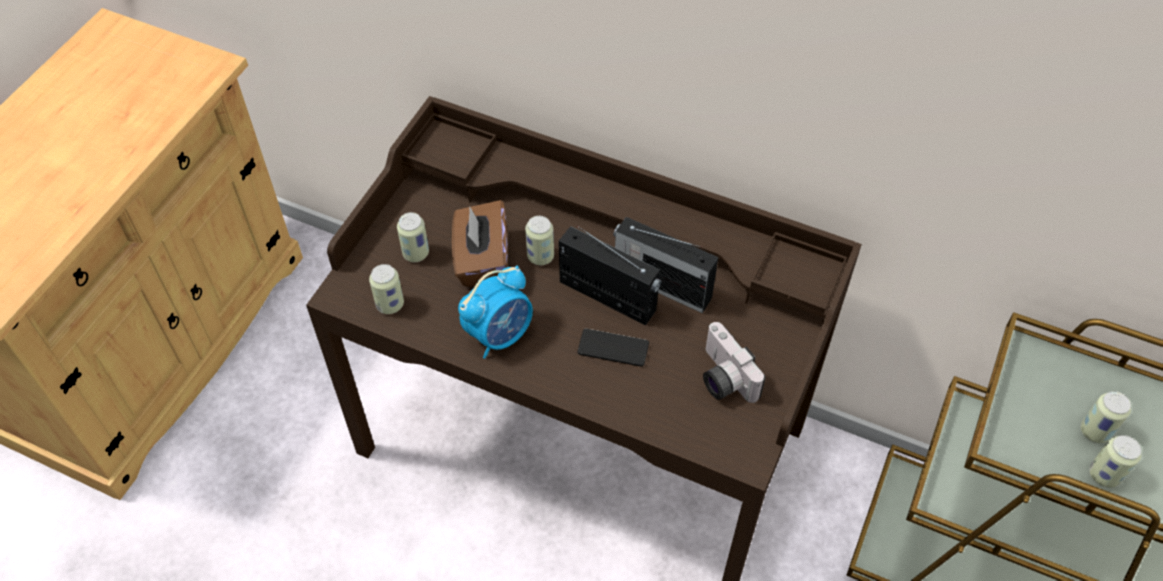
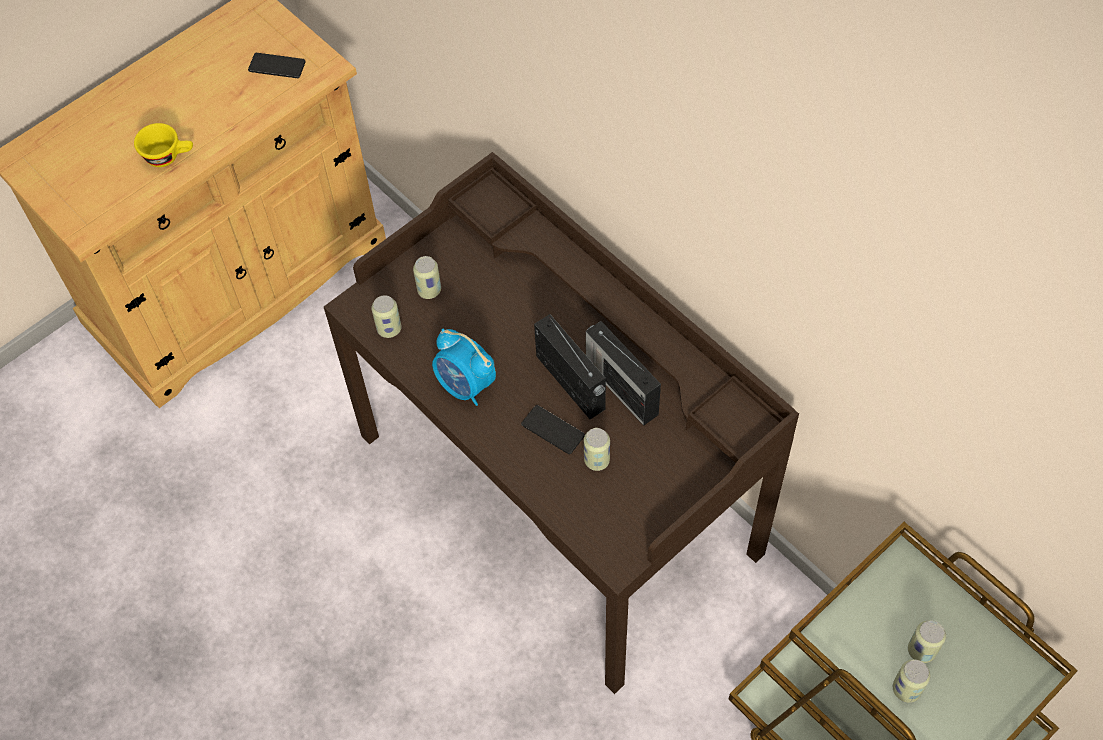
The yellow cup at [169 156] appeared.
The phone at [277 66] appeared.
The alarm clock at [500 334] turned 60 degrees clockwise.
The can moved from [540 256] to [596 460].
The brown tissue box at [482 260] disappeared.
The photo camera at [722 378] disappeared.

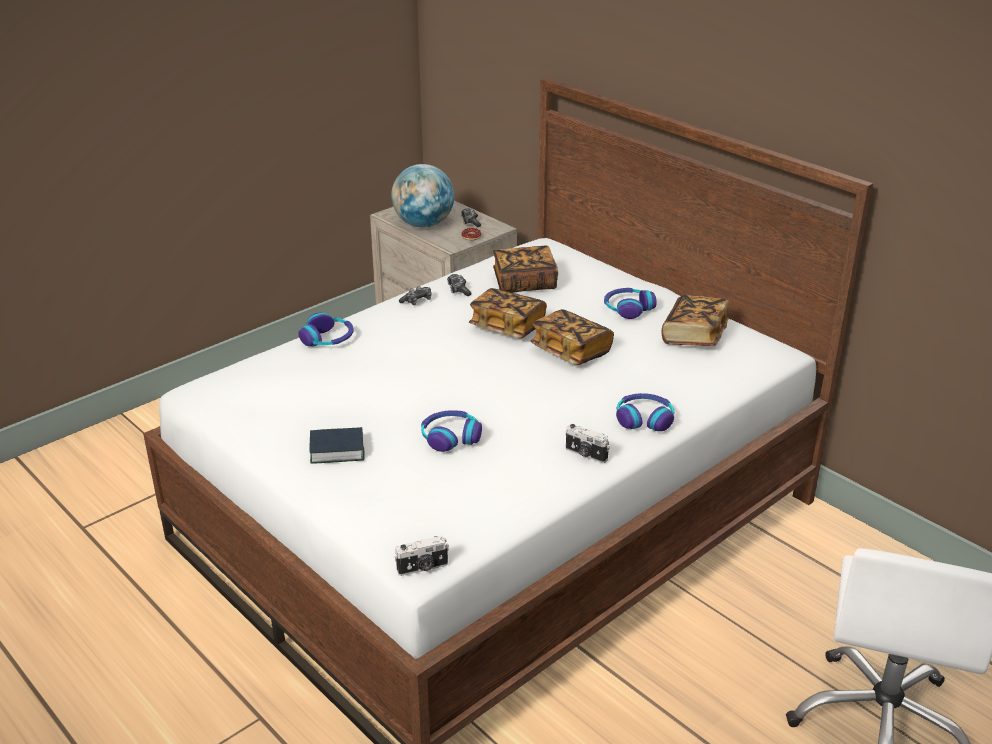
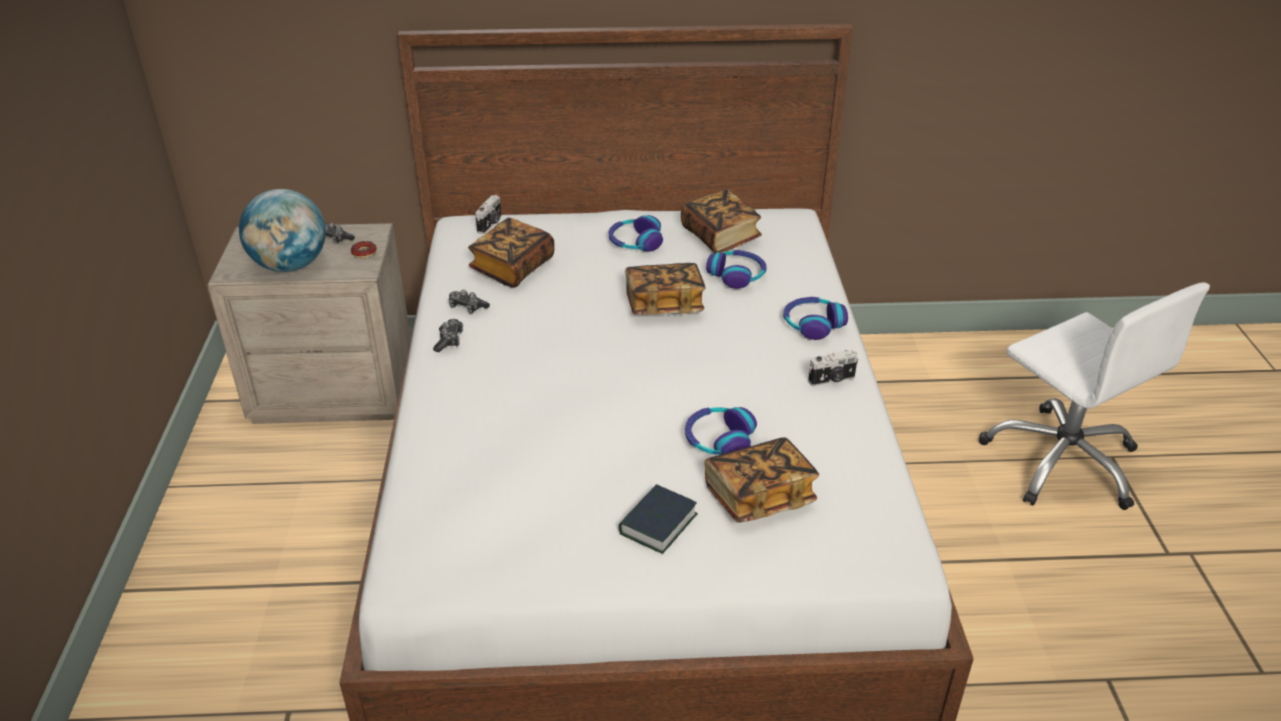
The photo camera moved from [423 568] to [490 224].
The book moved from [507 327] to [759 496].
The headphones moved from [328 339] to [737 275].

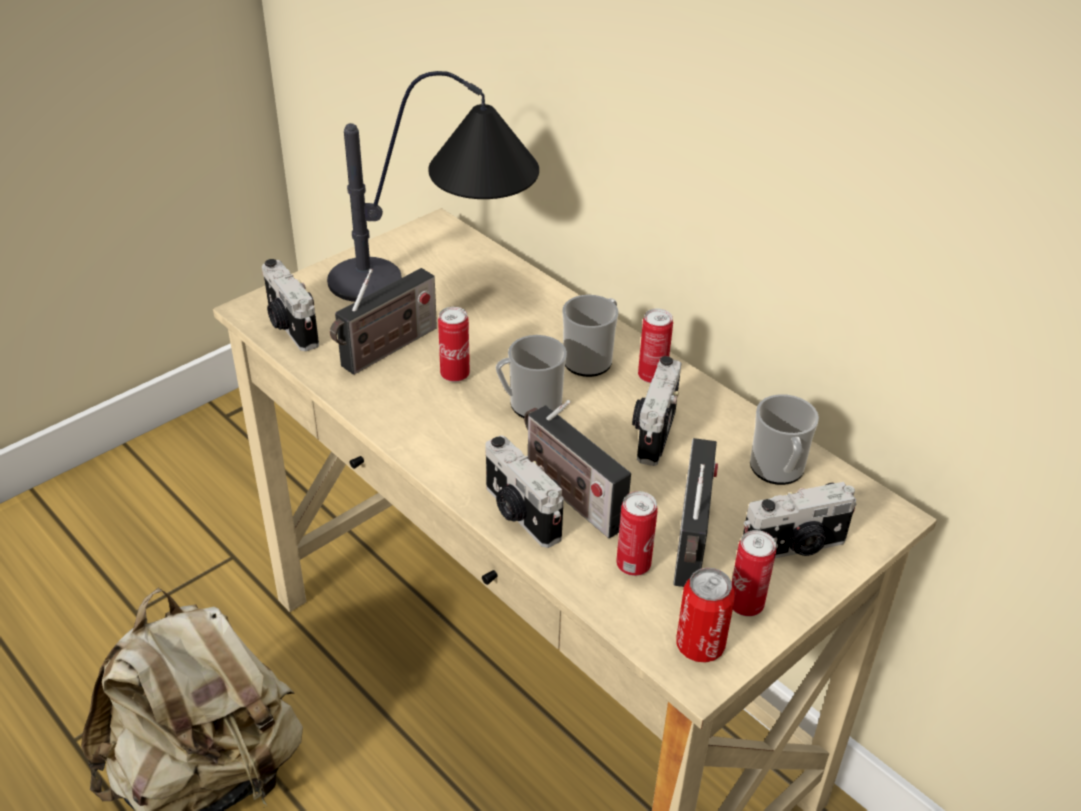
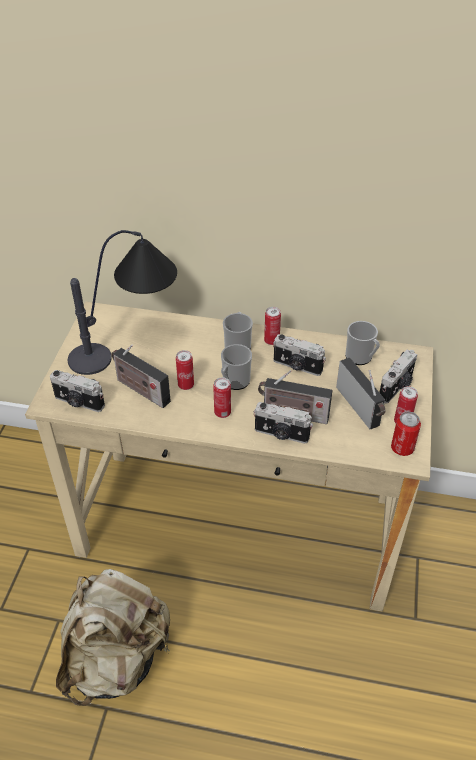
The radio at [386 350] turned 120 degrees clockwise.
The can moved from [633 565] to [222 413].
The photo camera at [653 431] turned 45 degrees counterclockwise.

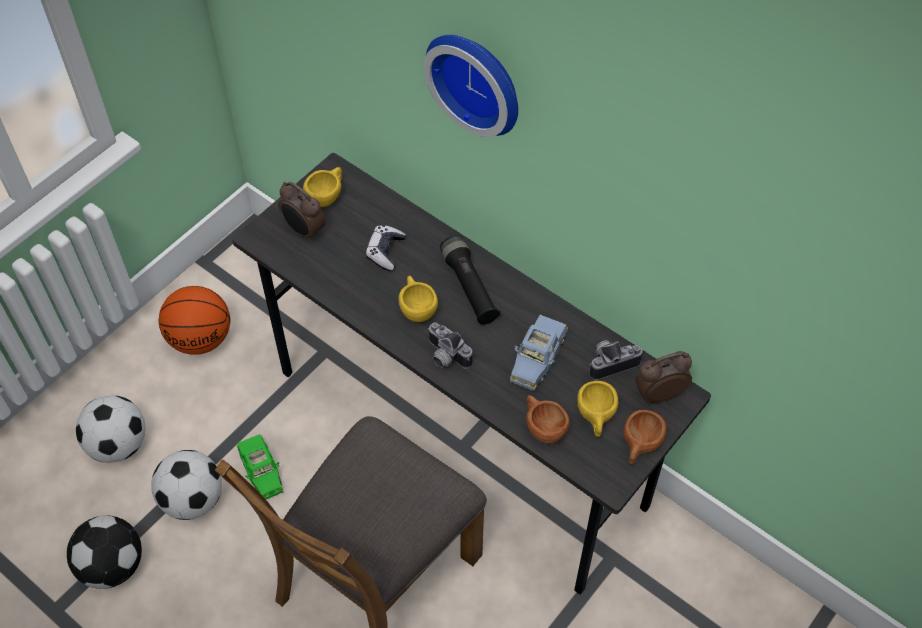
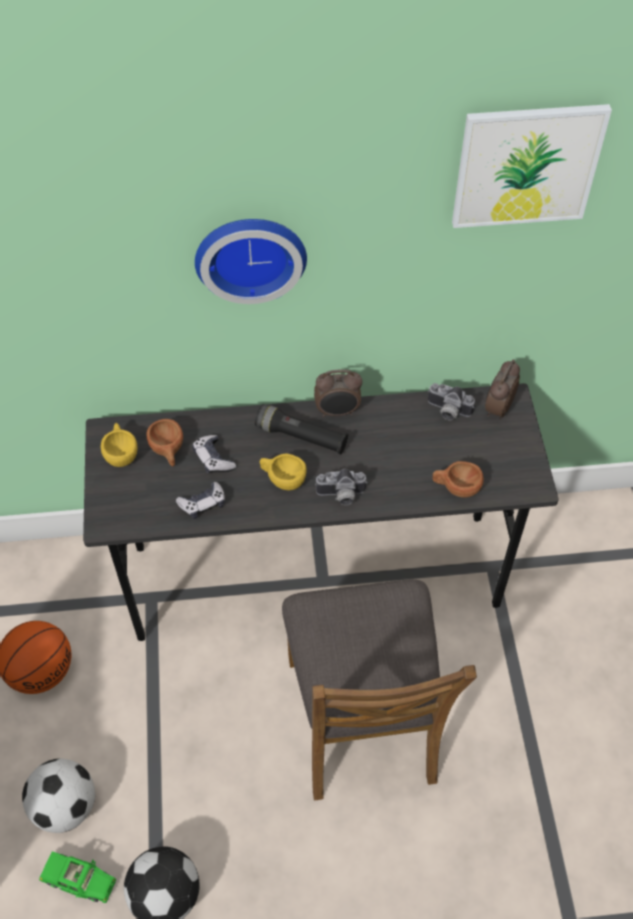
The green toy car moved from [261 470] to [79 879].
The brown cup moved from [639 446] to [168 451].
The game controller at [203 504] appeared.
The alarm clock moved from [304 231] to [337 412].
The photo camera at [611 362] turned 90 degrees counterclockwise.
The picture at [526 166] appeared.
The football at [193 499] disappeared.
The blue toy car at [537 357] disappeared.
The yellow cup at [596 417] disappeared.

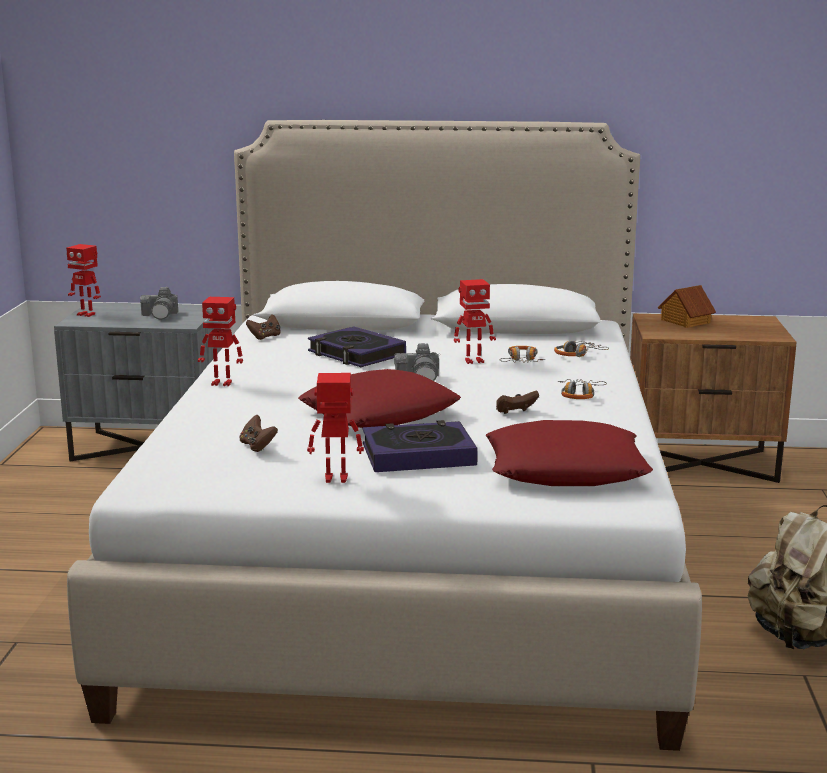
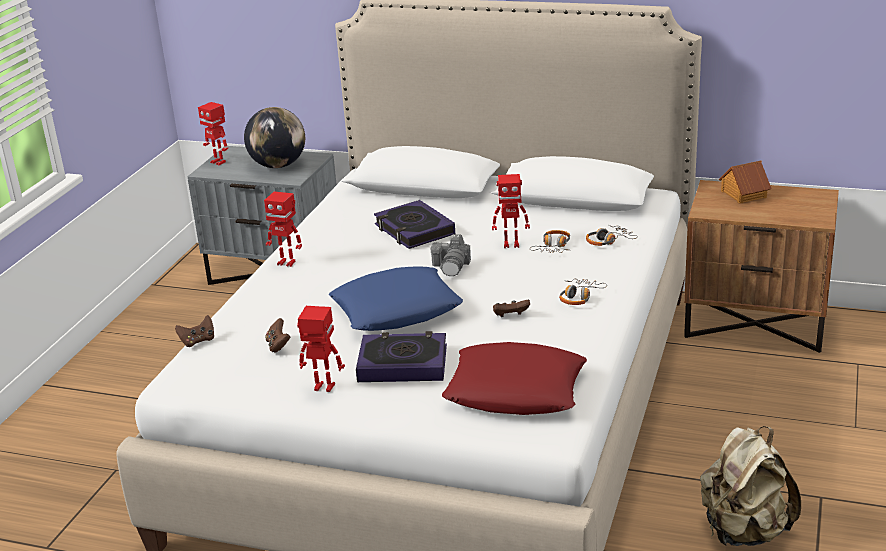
The brown game controller moved from [265 337] to [198 341].
The photo camera at [161 315] was replaced by the globe at [278 165].
The red pillow at [380 413] became the blue pillow at [396 309].

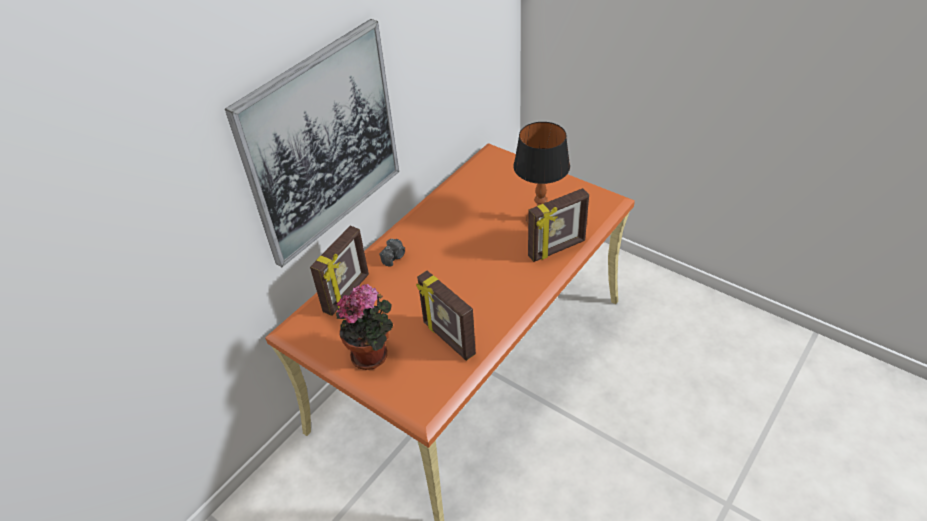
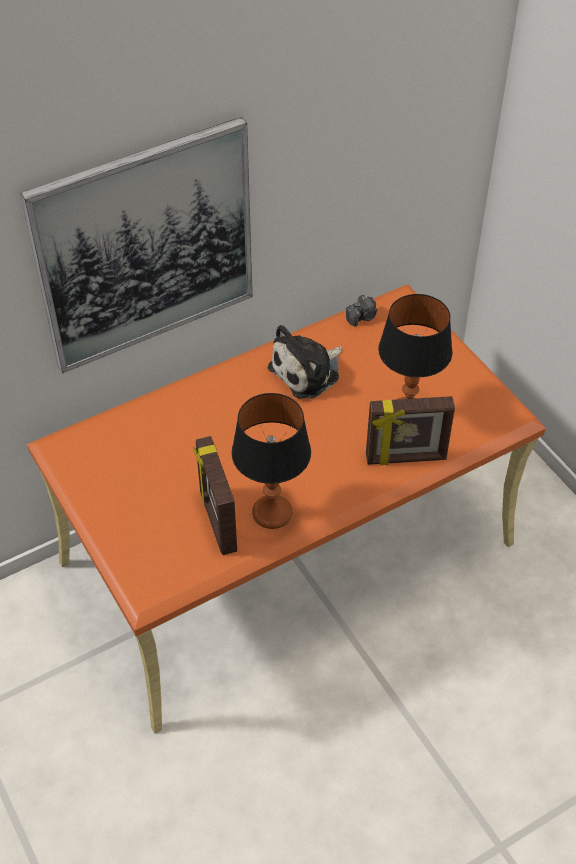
The table lamp at [272 512] appeared.
The plush toy at [307 372] appeared.
The photo camera moved from [394 257] to [362 317].
The picture frame at [347 293] disappeared.
The potted plant at [373 354] disappeared.

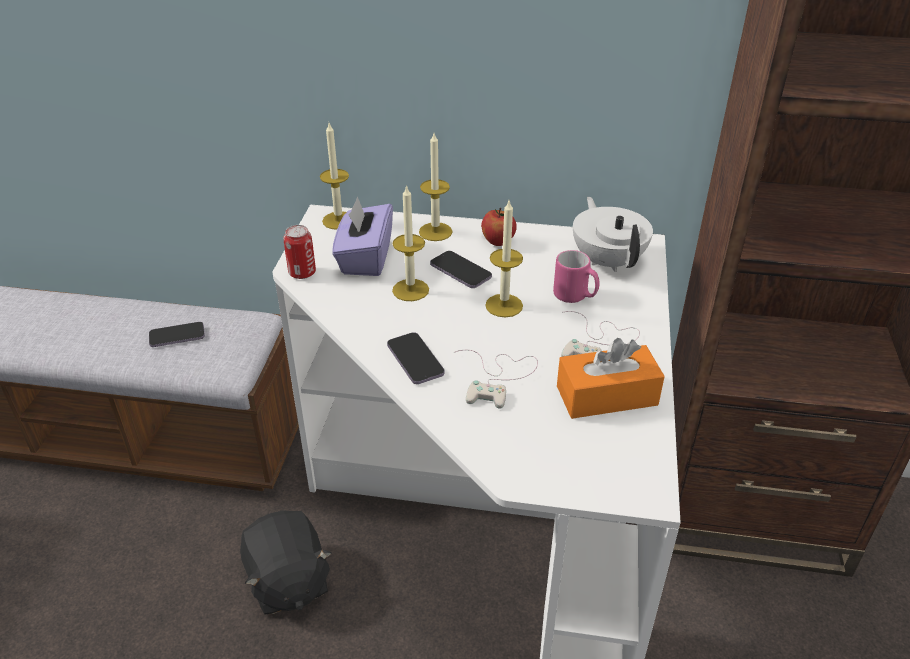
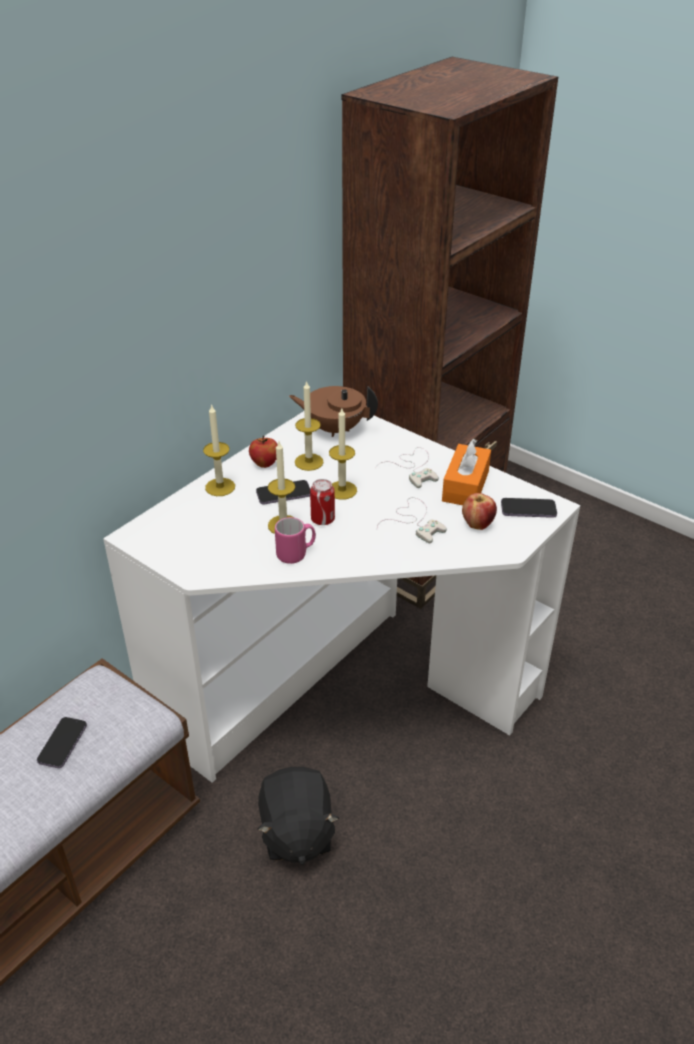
The black plush toy at [287 582] turned 75 degrees clockwise.
The pink mug moved from [575 297] to [296 554].
The white teapot at [608 260] became the brown teapot at [334 428].
The candle moved from [338 220] to [309 462].
The can moved from [302 273] to [322 519].
The apple at [477 524] appeared.
The phone moved from [415 360] to [528 509].
The purple tissue box at [365 258] disappeared.

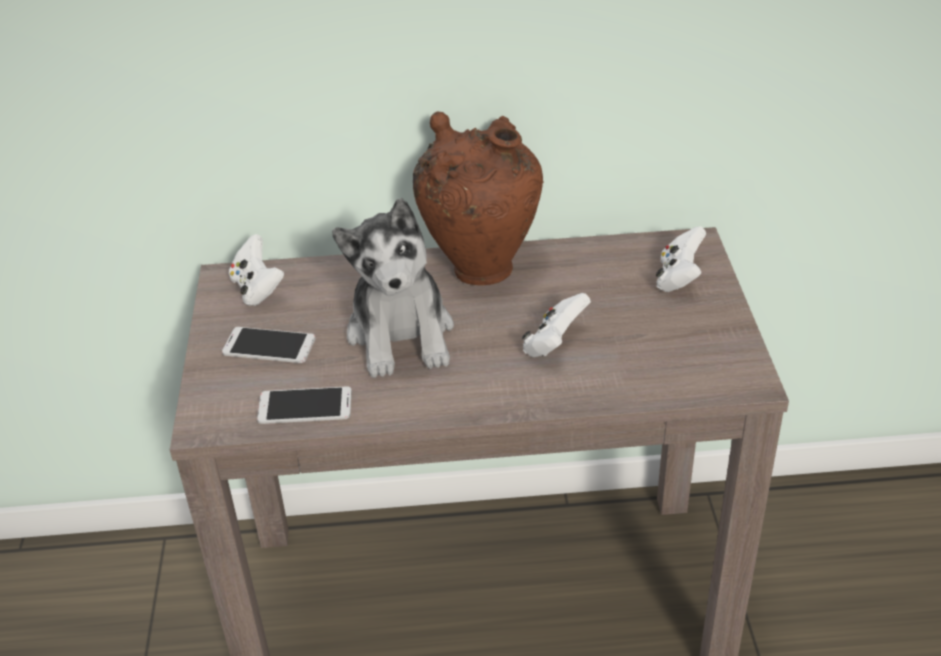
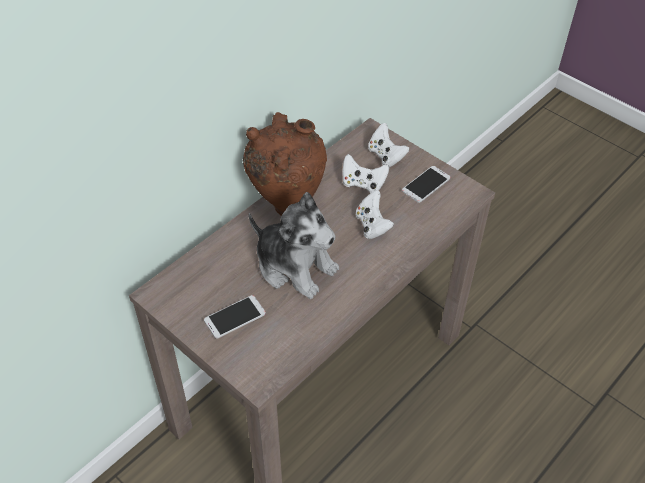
The white game controller moved from [257 289] to [363 184].
The phone moved from [305 406] to [426 184].

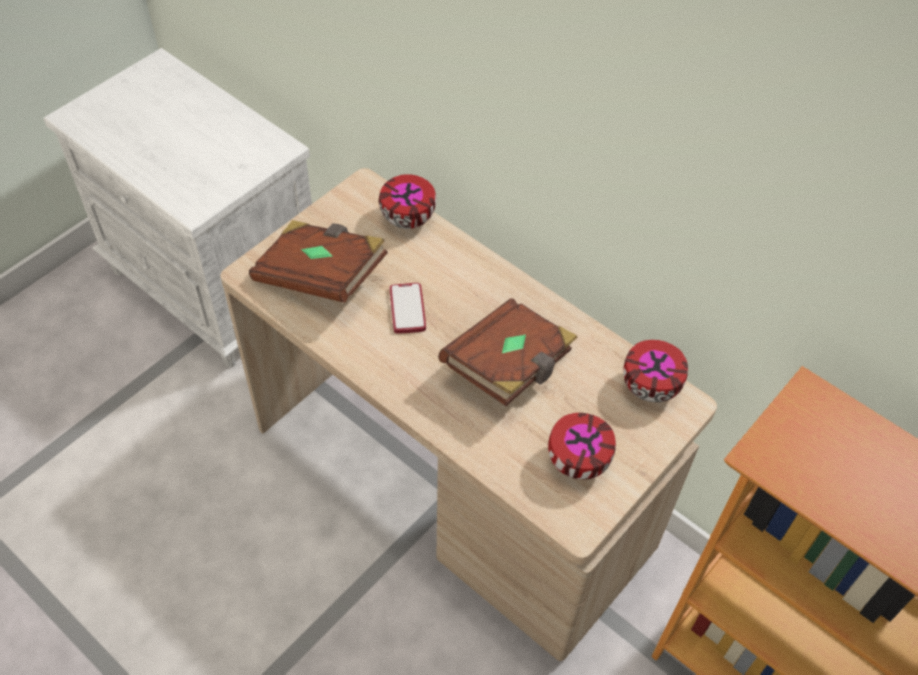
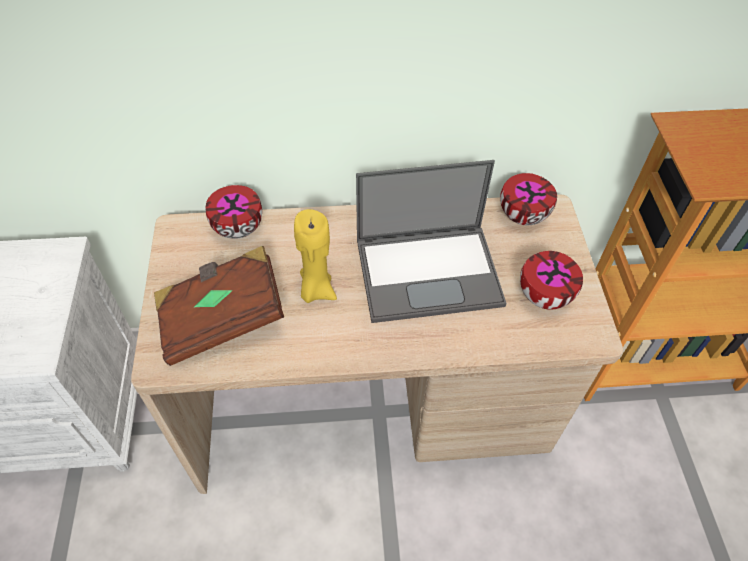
The phone at [407 309] was replaced by the yellow candle at [316 290].
The brown book at [509 366] was replaced by the laptop at [430 271].

